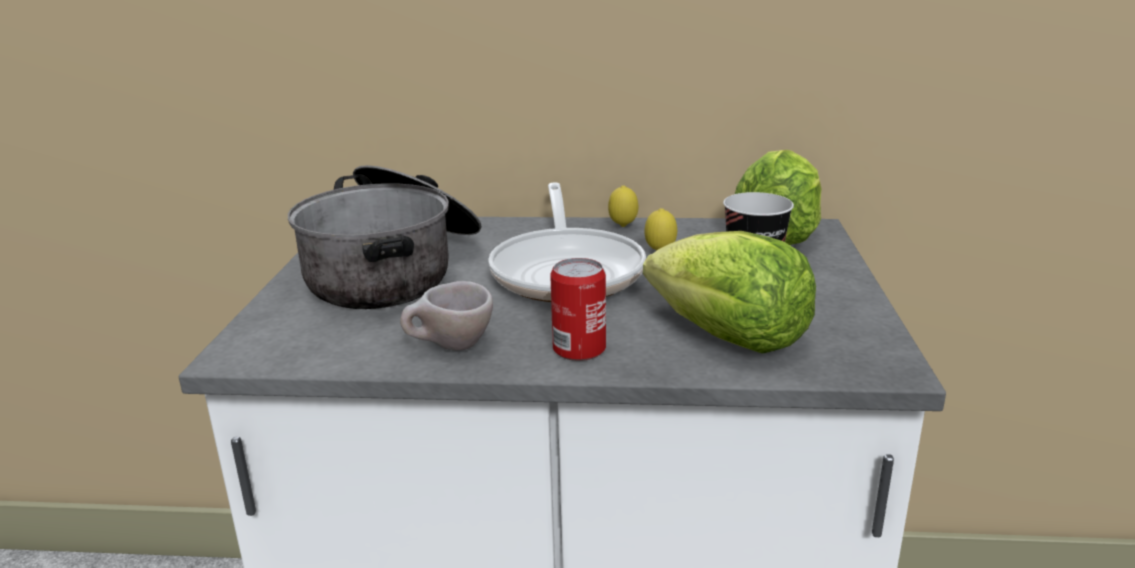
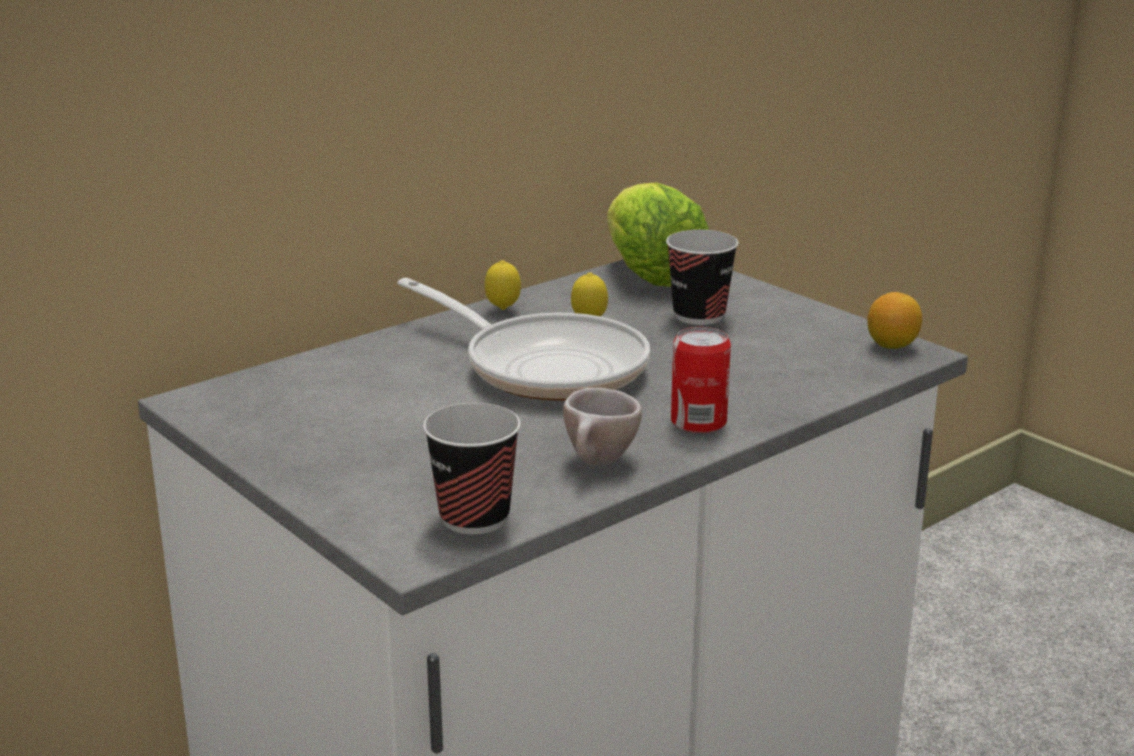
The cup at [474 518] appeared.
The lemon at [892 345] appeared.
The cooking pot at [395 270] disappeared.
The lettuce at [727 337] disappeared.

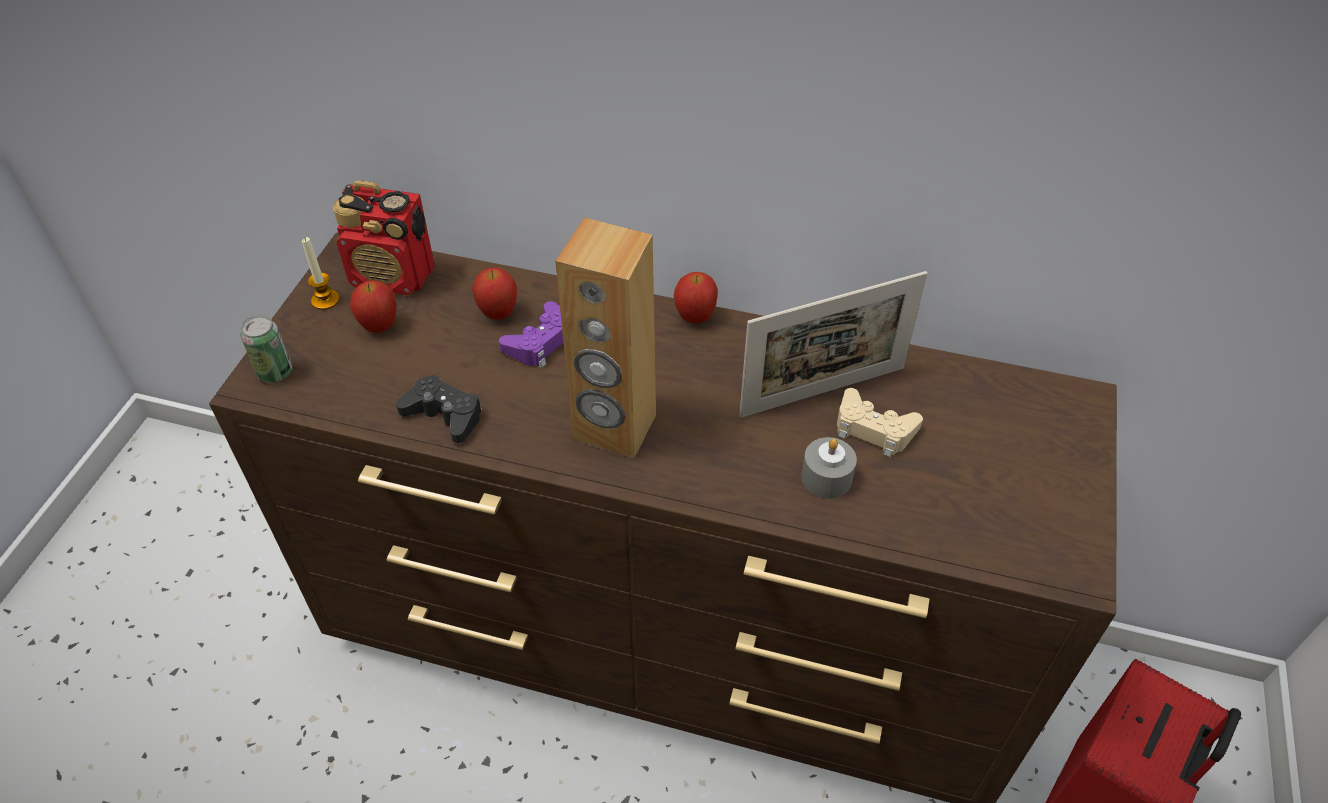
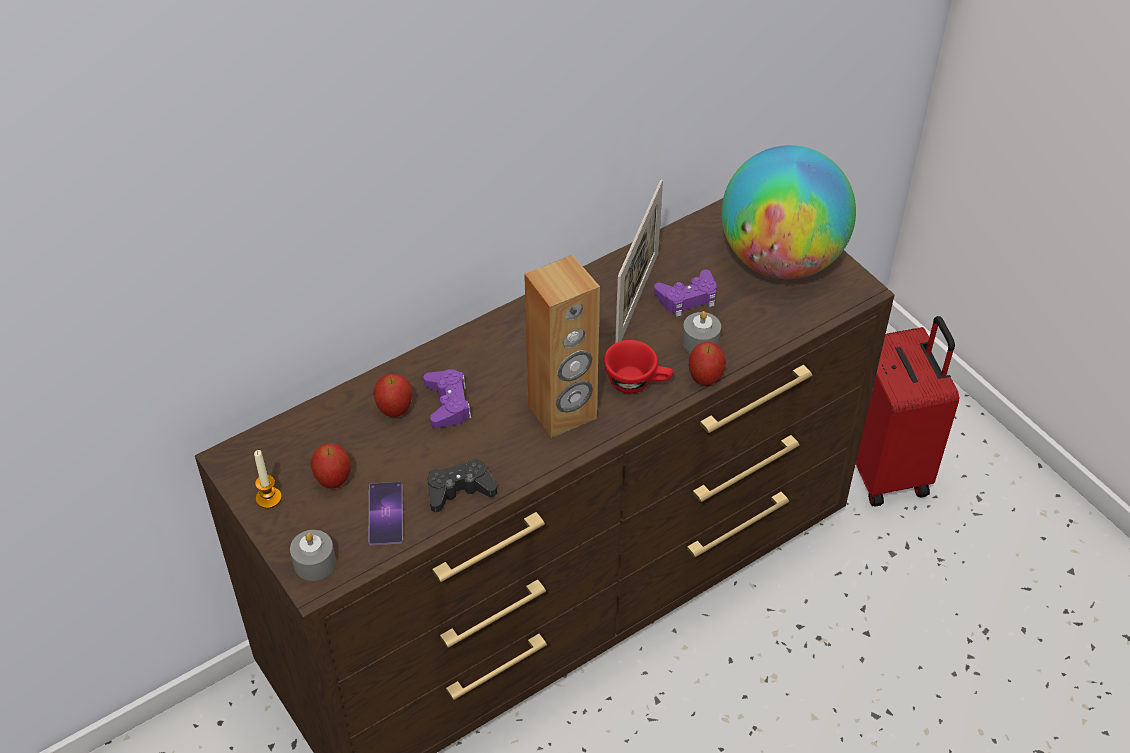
The can at [275 372] was replaced by the grey candle at [314 563].
The phone at [385 513] appeared.
The red cup at [637 382] appeared.
The beige game controller at [873 429] became the purple game controller at [687 298].
The apple moved from [695 318] to [705 379].
The globe at [781 260] appeared.
The radio at [394 277] disappeared.

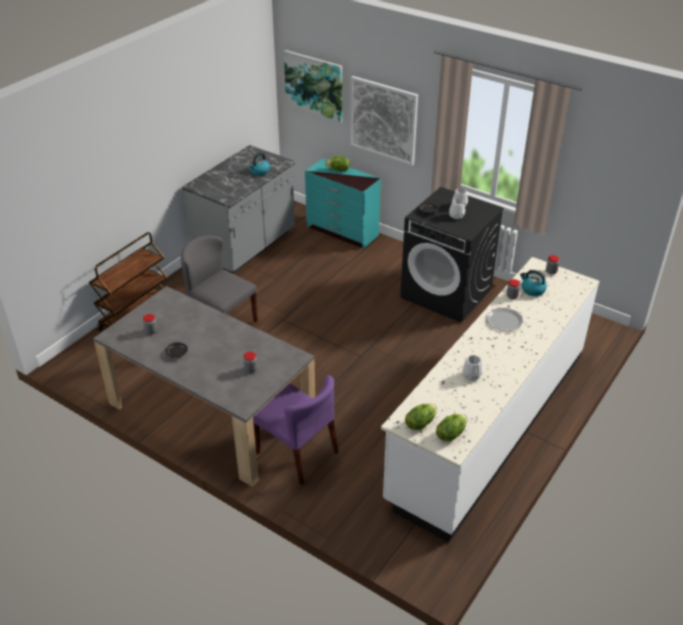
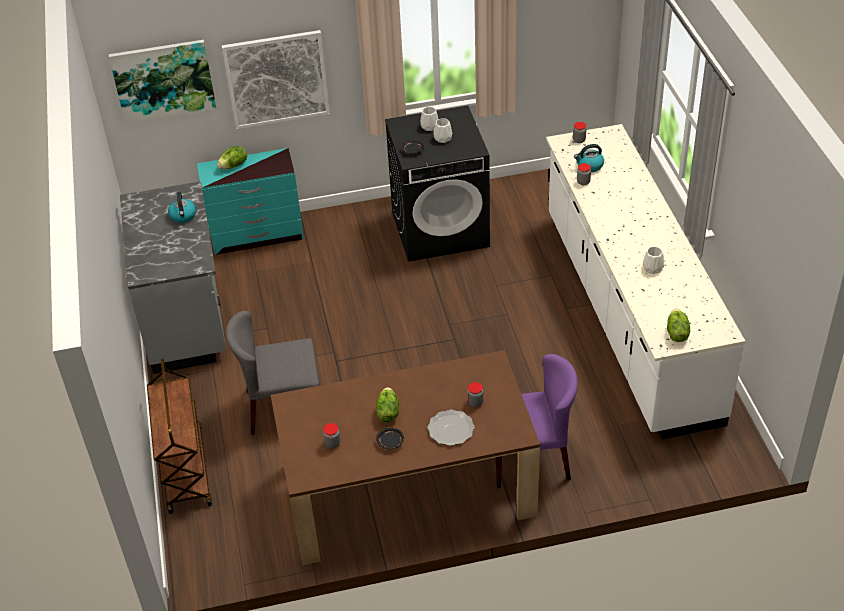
The grey dining table at [211 412] became the brown dining table at [407 490].
The lettuce moved from [450 434] to [387 413].
The plate moved from [504 320] to [451 429].

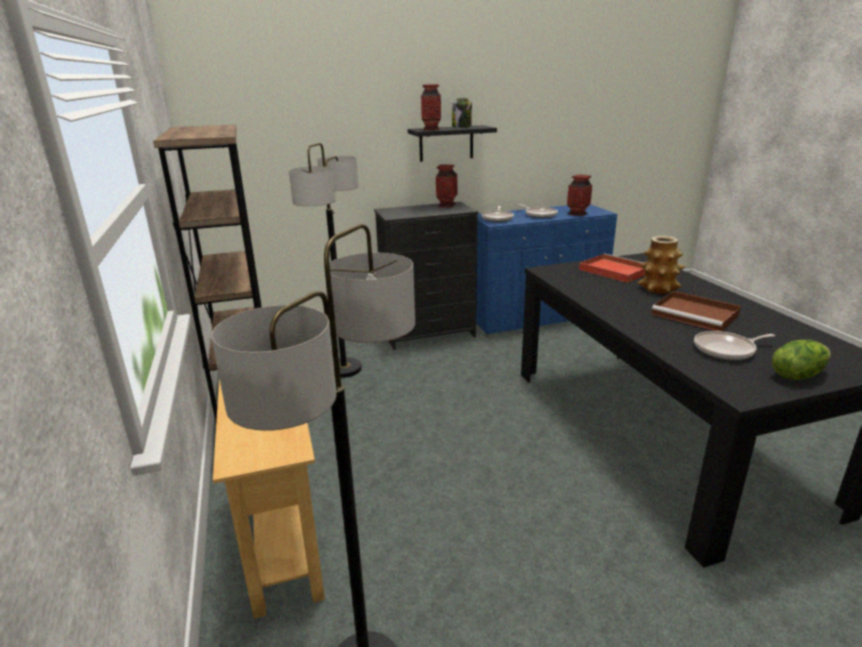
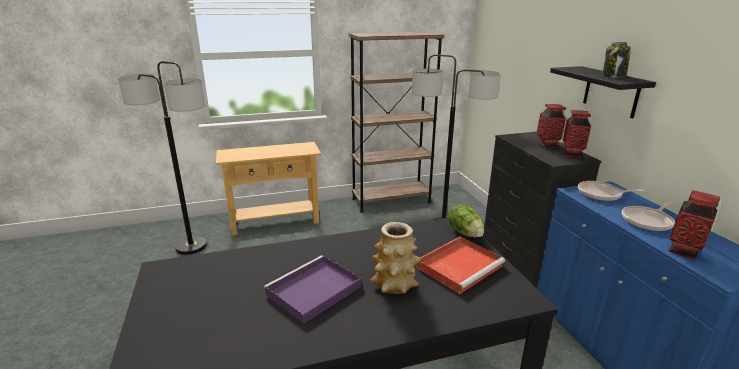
The brown tray at [696 314] became the purple tray at [313 291].
The lettuce moved from [796 375] to [465 232].
The vase moved from [431 129] to [547 146].
The frying pan at [726 350] disappeared.

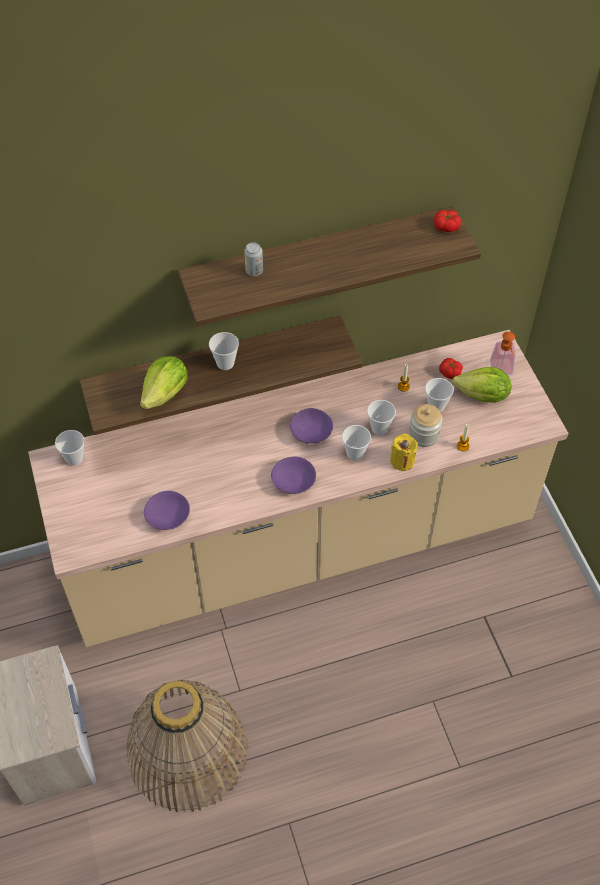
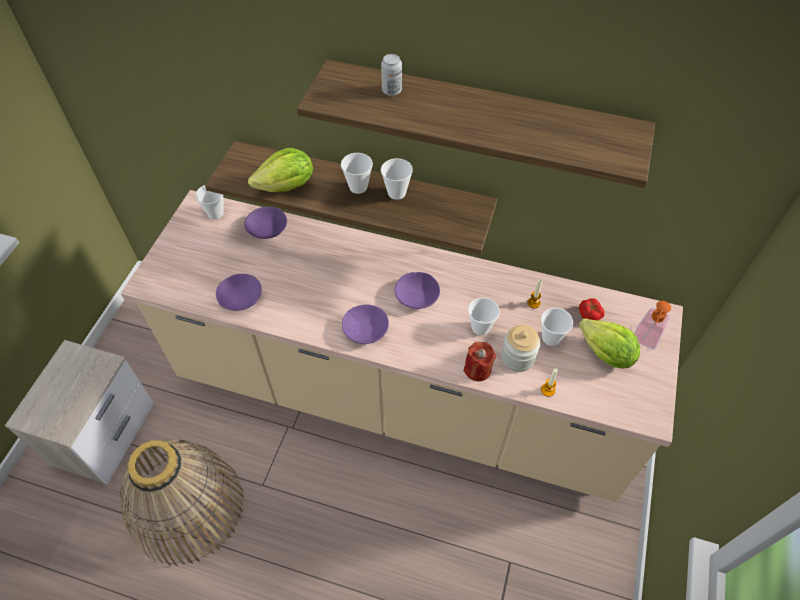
The purple bowl at [268 228] appeared.
The cup moved from [355 454] to [396 193].
The yellow candle at [402 461] became the red candle at [477 369].
The tomato at [446 227] disappeared.

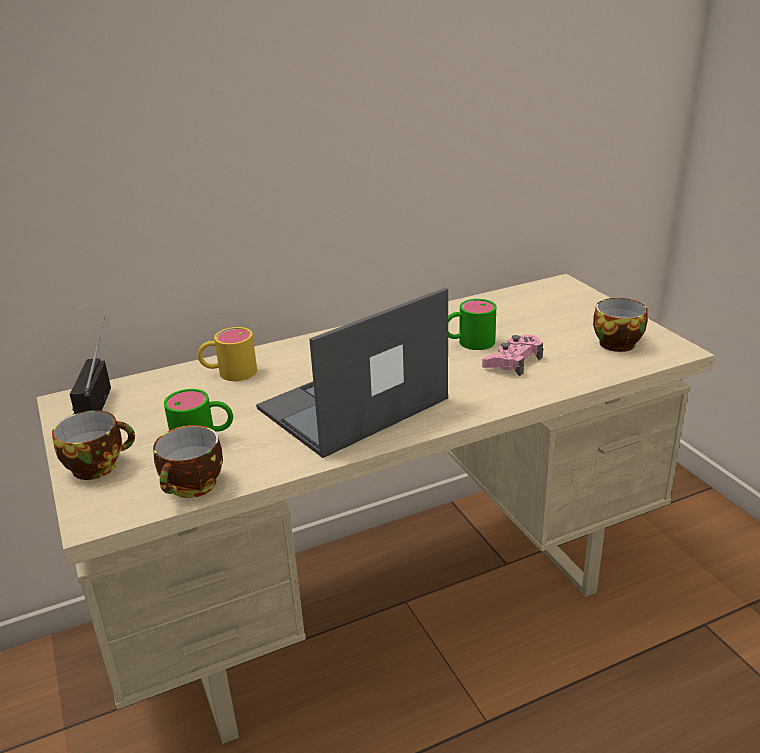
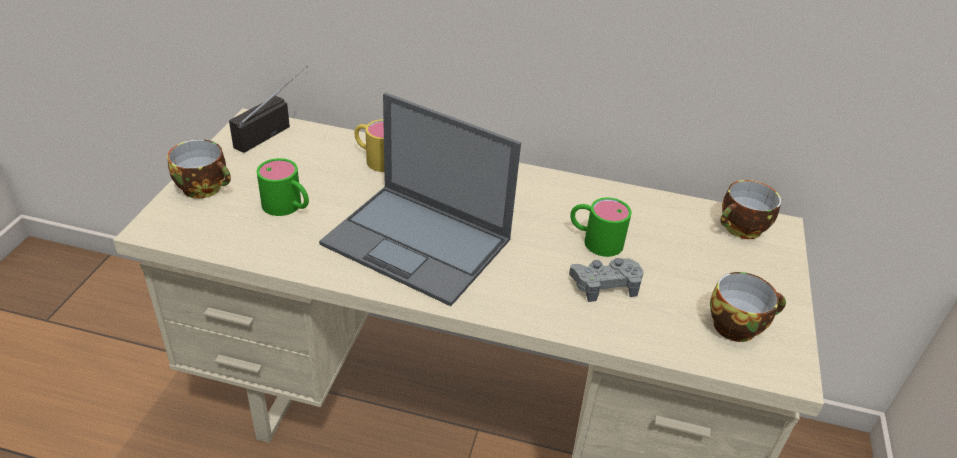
The laptop at [351 405] turned 150 degrees counterclockwise.
The pink game controller at [513 362] became the grey game controller at [605 283].
The cup moved from [193 487] to [741 229].

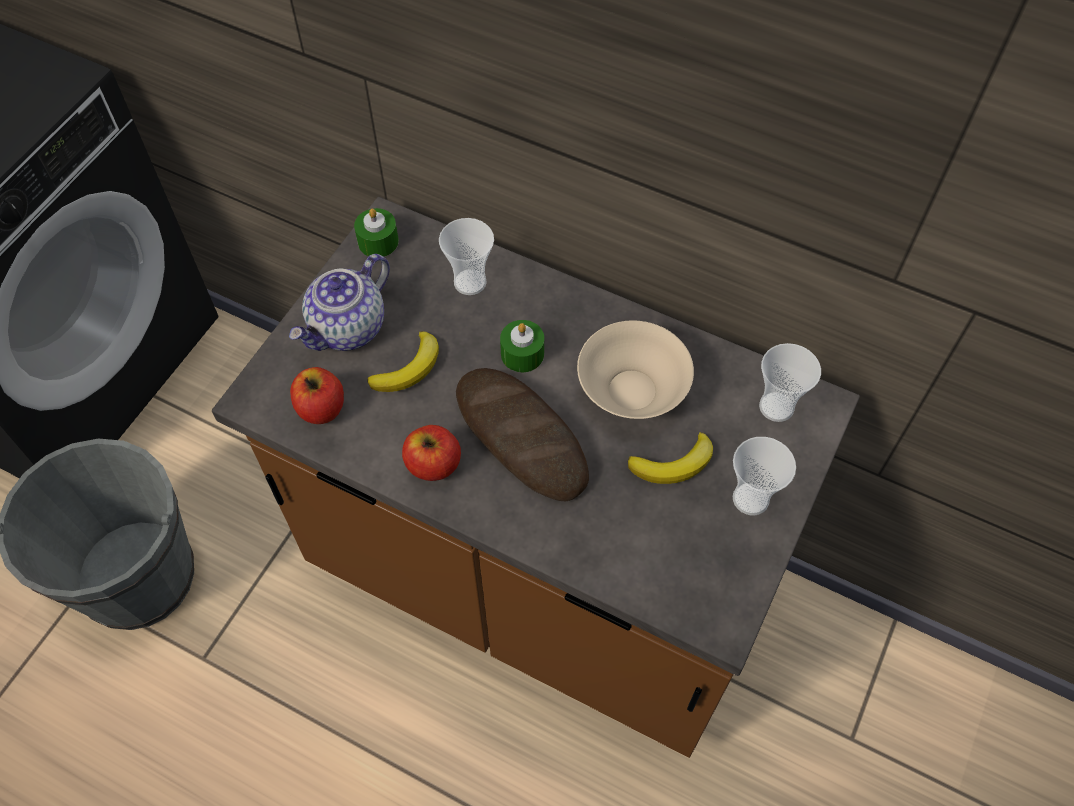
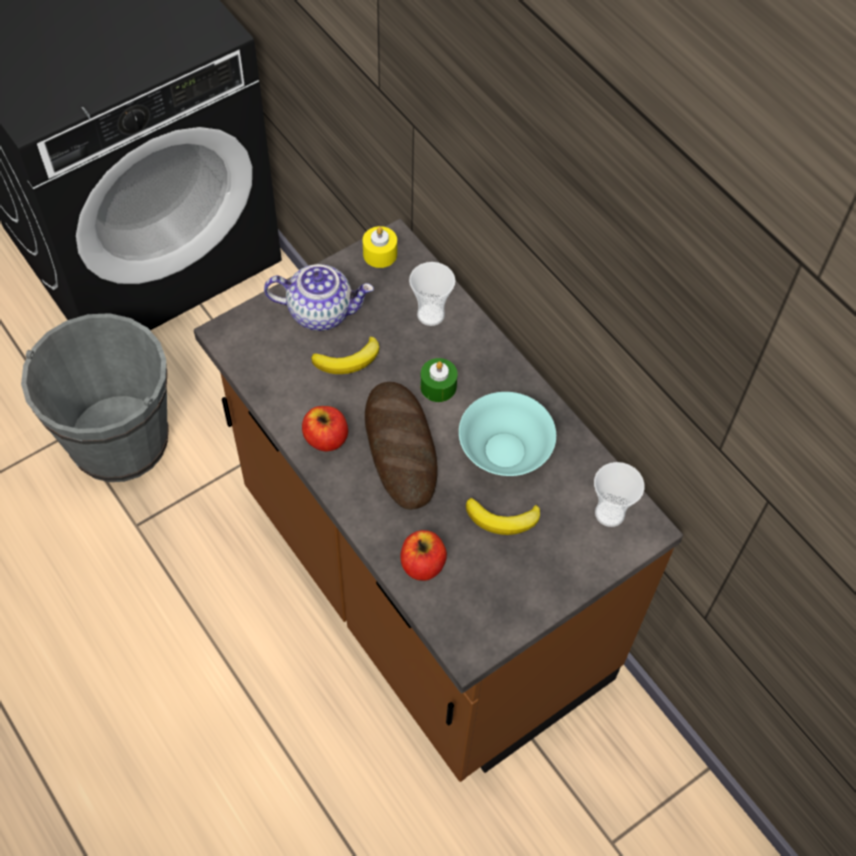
The teapot at [348 328] turned 150 degrees counterclockwise.
The green candle at [378 241] became the yellow candle at [380 254].
The apple moved from [321 408] to [423 564].
The beige bowl at [630 391] became the turquoise bowl at [503 450].
The cup at [750 499] disappeared.

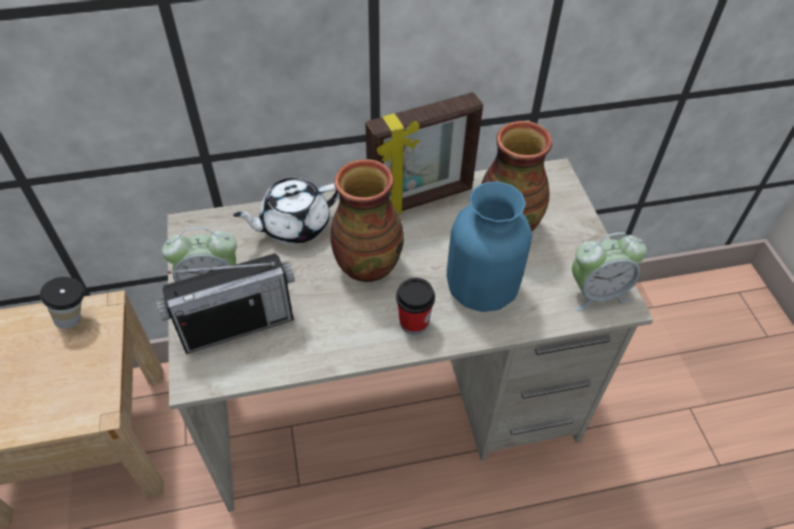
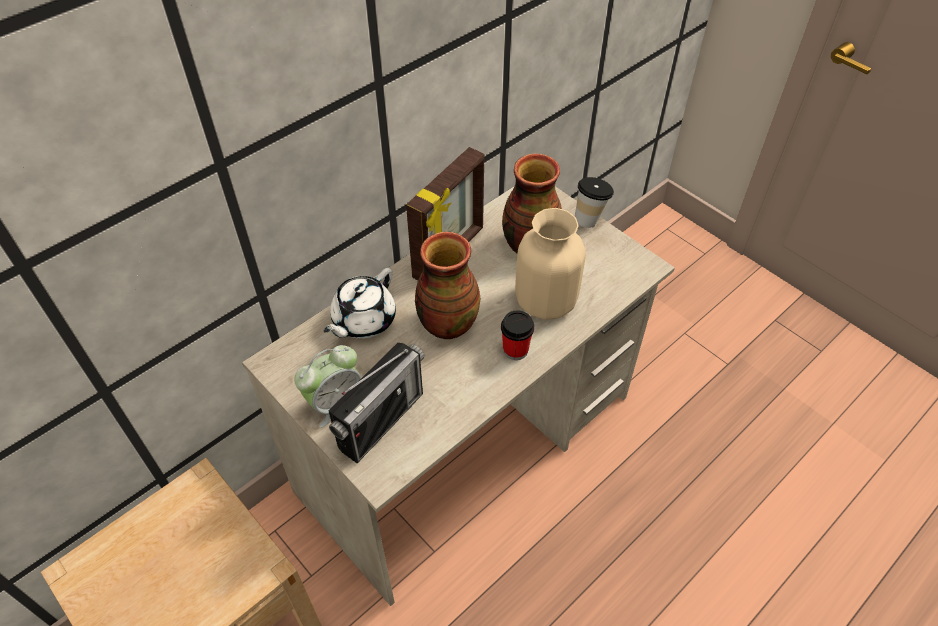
The blue vase at [481 289] became the beige vase at [545 301].
The cup moved from [76 319] to [589 219].
The alarm clock at [596 293] disappeared.

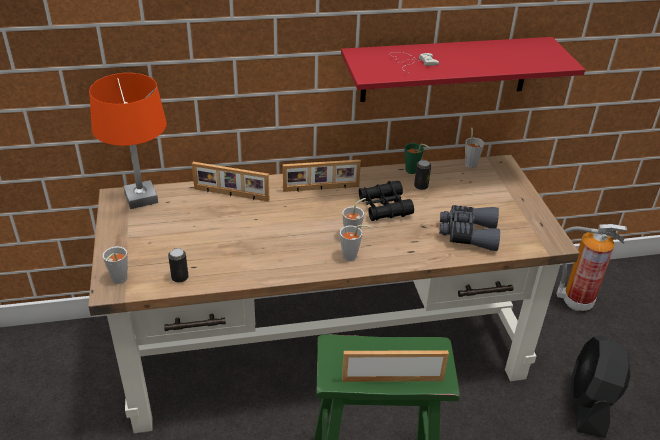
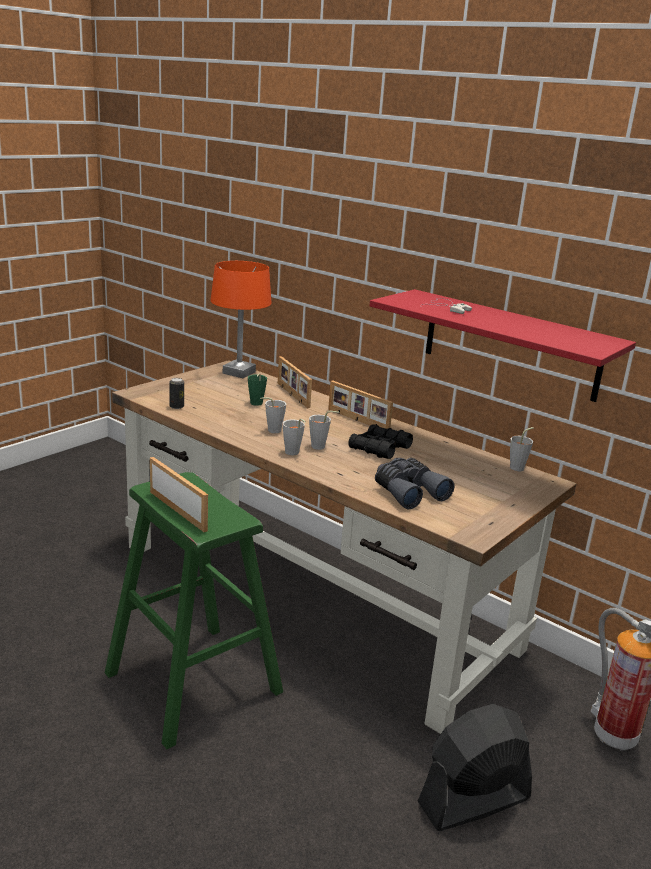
The green cup moved from [413 171] to [255 404].
The grey cup moved from [117 281] to [271 431].
The can at [421 186] disappeared.

